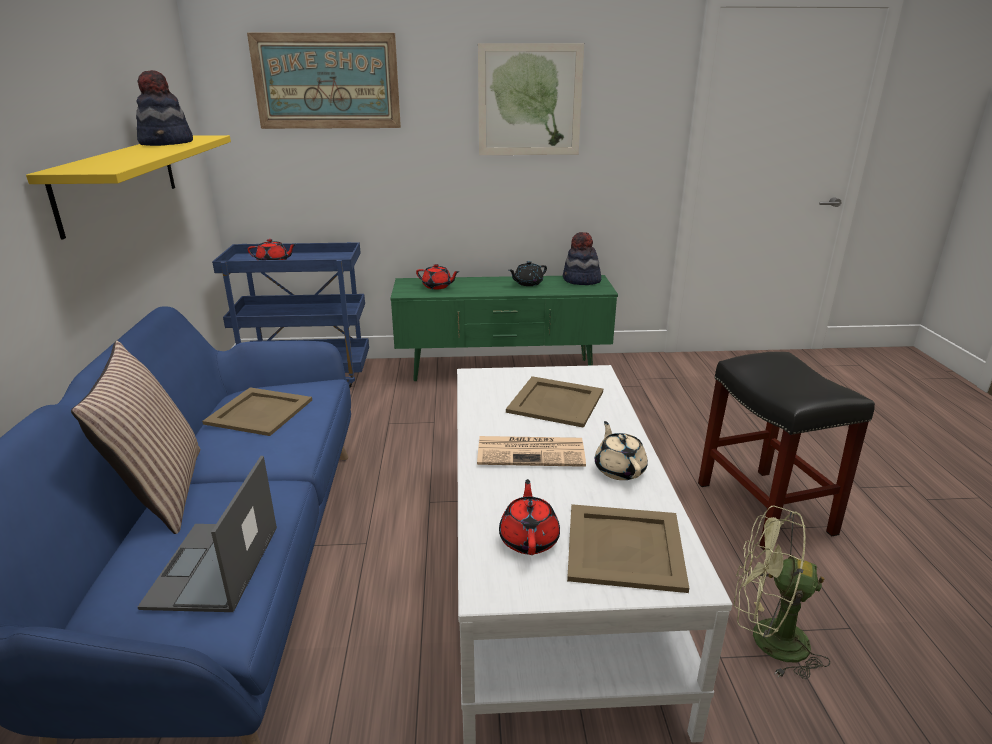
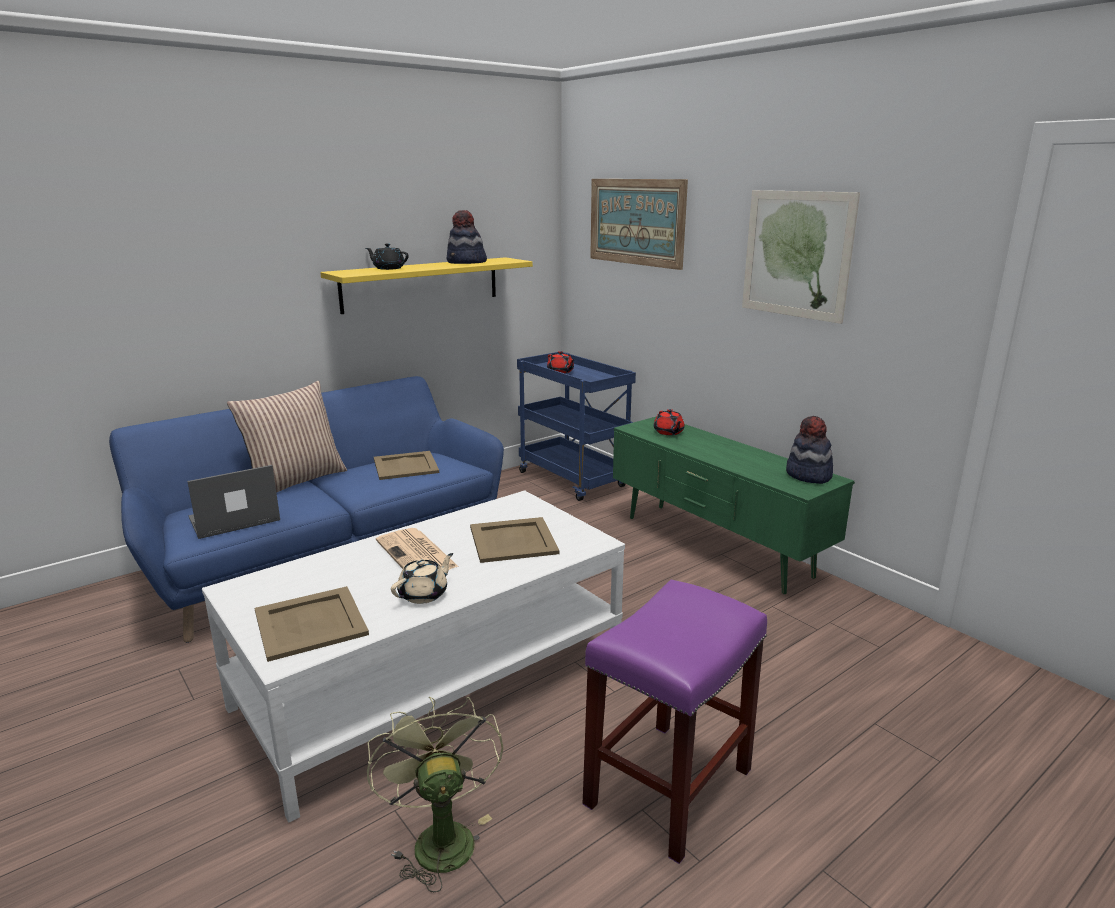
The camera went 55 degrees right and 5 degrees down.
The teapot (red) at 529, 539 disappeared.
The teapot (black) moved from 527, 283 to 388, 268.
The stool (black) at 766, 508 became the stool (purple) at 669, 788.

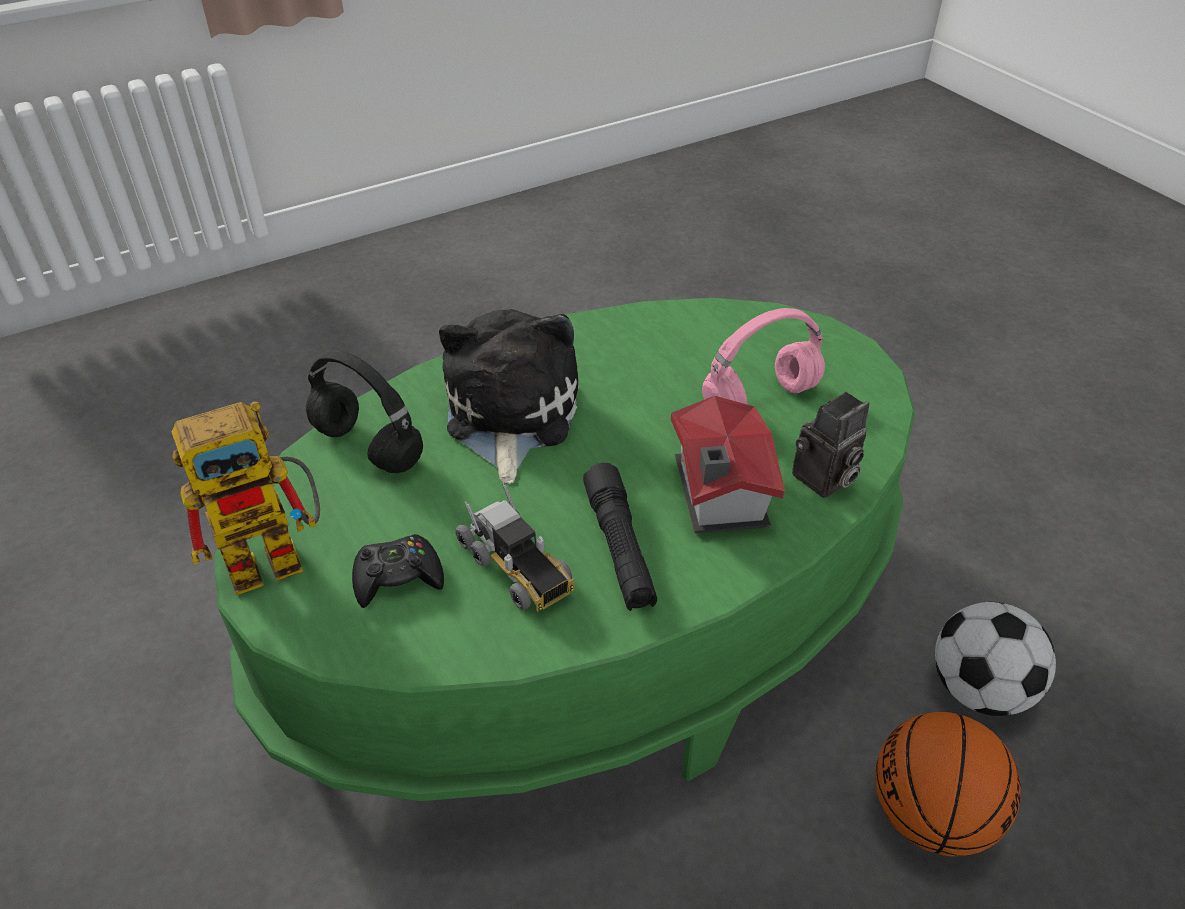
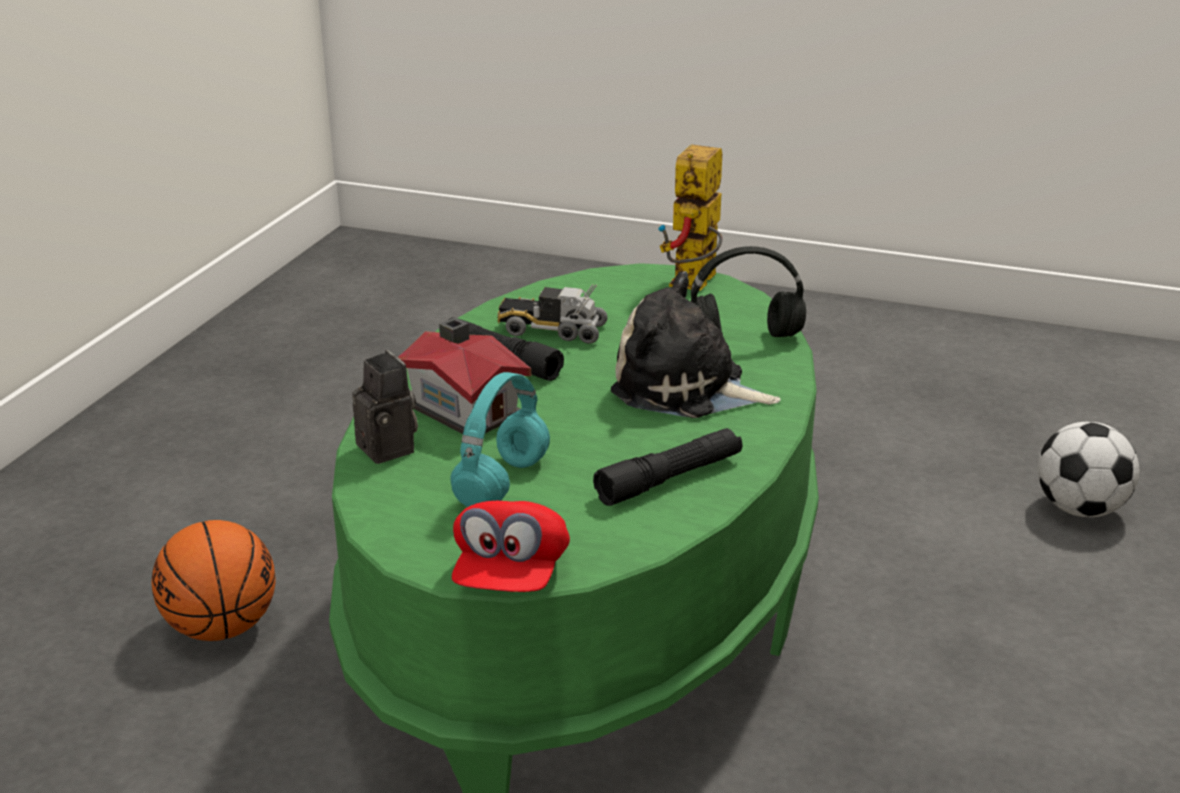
The camera went 140 degrees right and 15 degrees down.
The game controller (black) at 398, 577 disappeared.
The plush toy at 509, 415 turned 150 degrees clockwise.
The headphones (pink) at 761, 397 became the headphones (turquoise) at 502, 485.
The photo camera at 823, 480 turned 135 degrees clockwise.
The football moved from 979, 689 to 1079, 509.
The cap (red) at 511, 576 appeared.
The flashlight (black) at 669, 479 appeared.

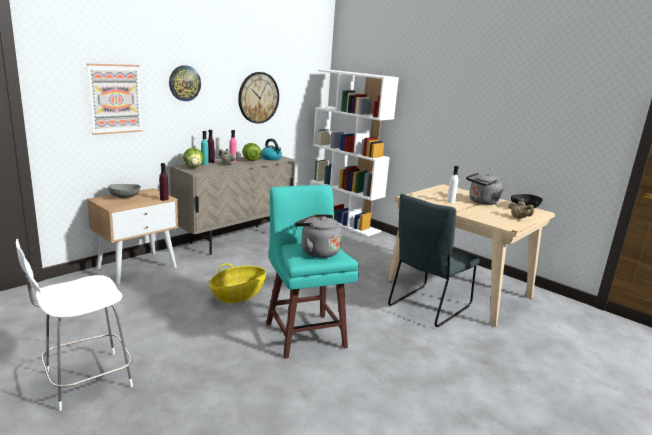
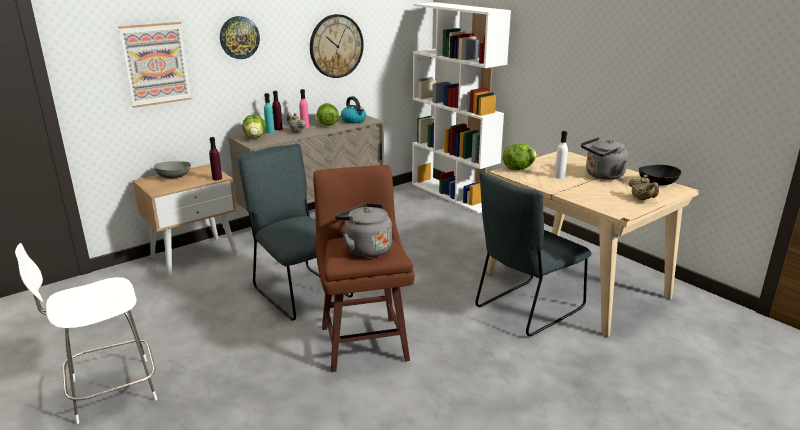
The camera went 10 degrees right and 5 degrees up.
The basket at 238, 295 was replaced by the chair (grey) at 299, 291.
The stool (turquoise) at 305, 333 became the stool (brown) at 364, 341.
The lettuce at 518, 169 appeared.

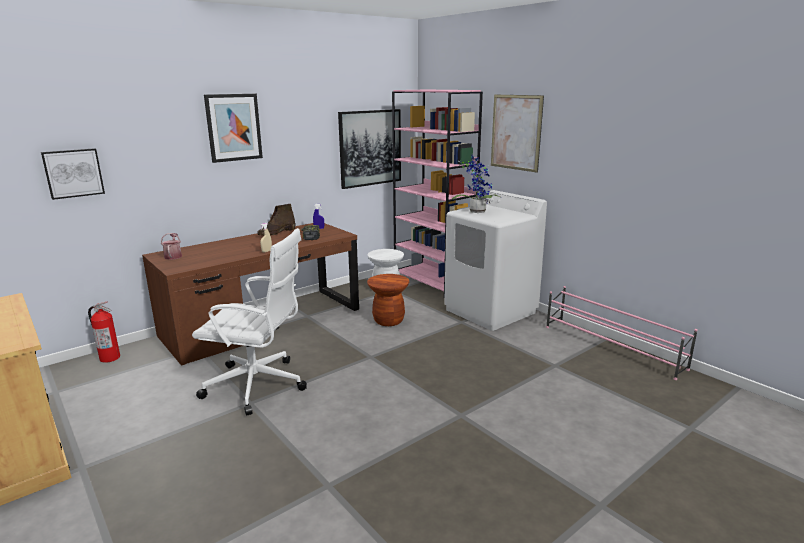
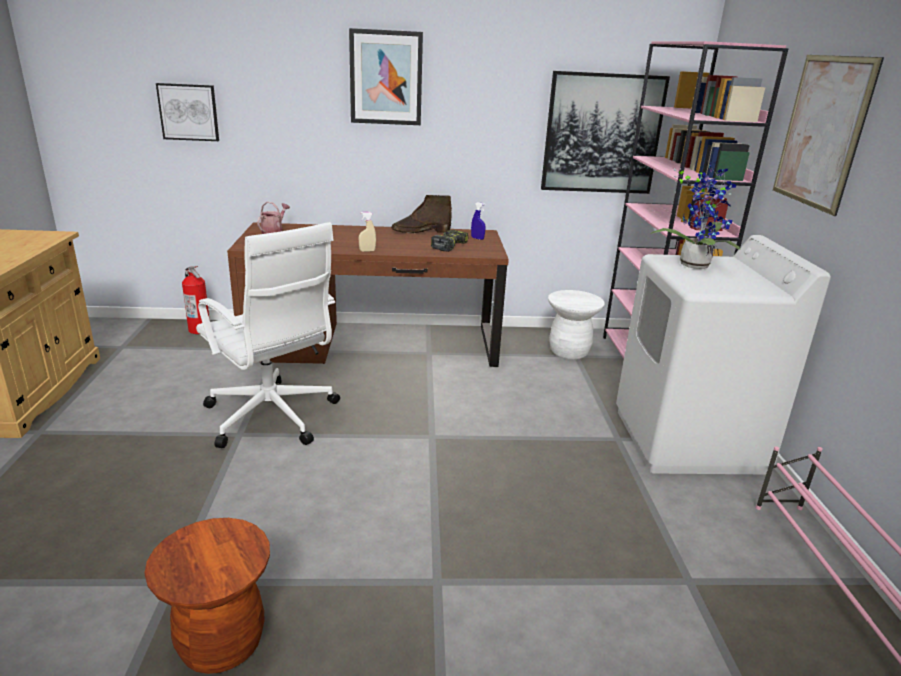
The camera went 35 degrees right and 5 degrees up.
The stool (brown) moved from 388, 320 to 222, 643.

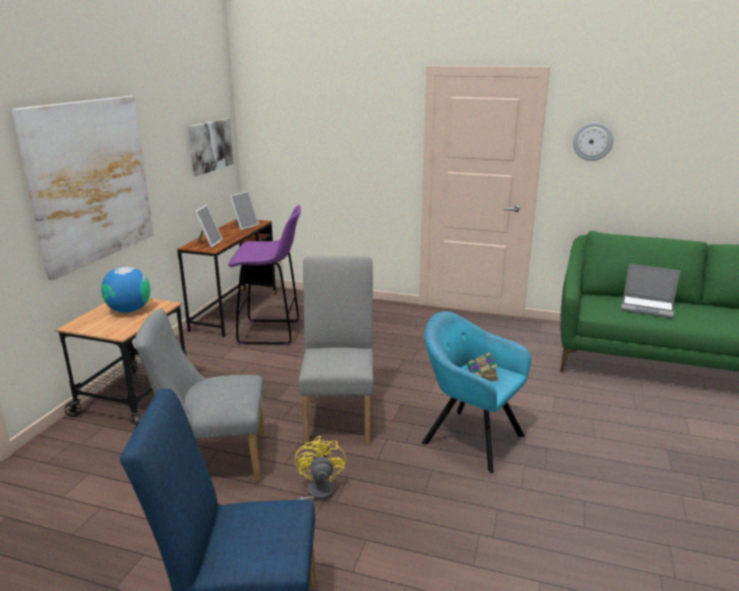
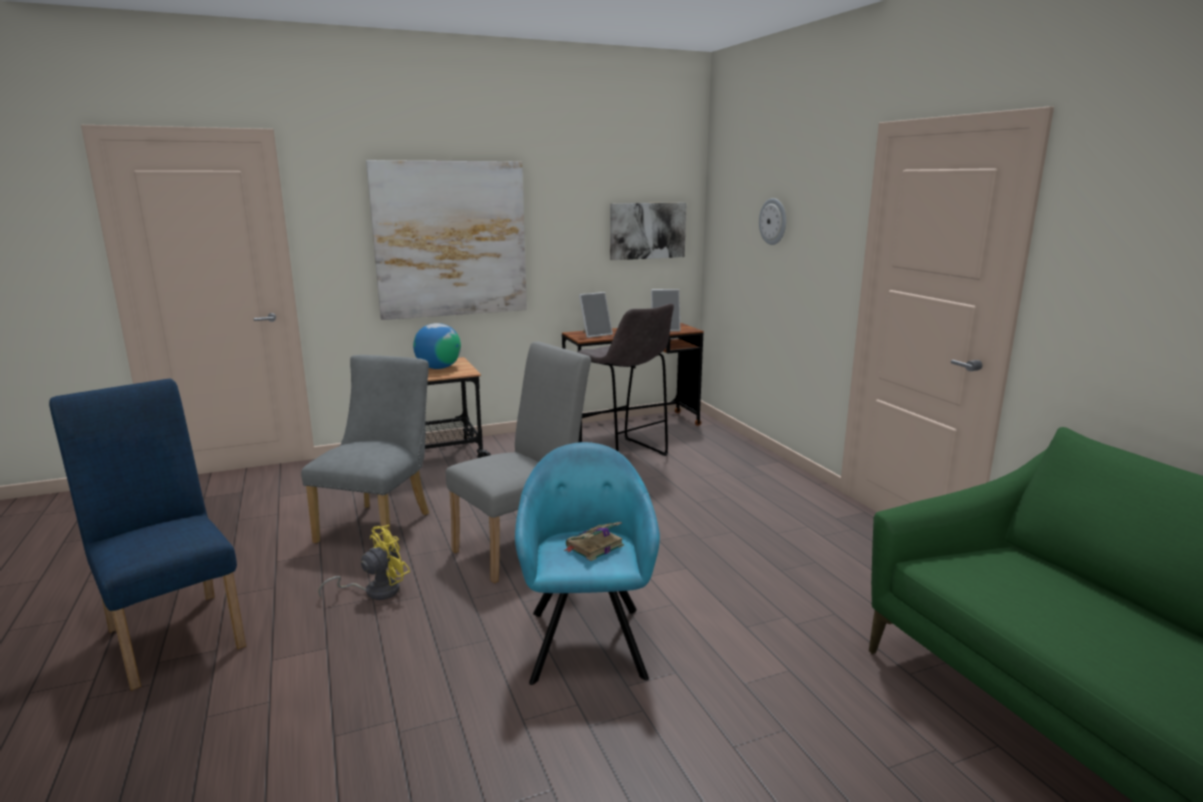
The camera went 50 degrees right and 5 degrees down.
The chair (grey) at 213, 460 turned 60 degrees clockwise.
The stool (purple) at 271, 332 became the stool (grey) at 623, 455.
The wall clock moved from 593, 141 to 773, 221.
The laptop at 647, 308 disappeared.

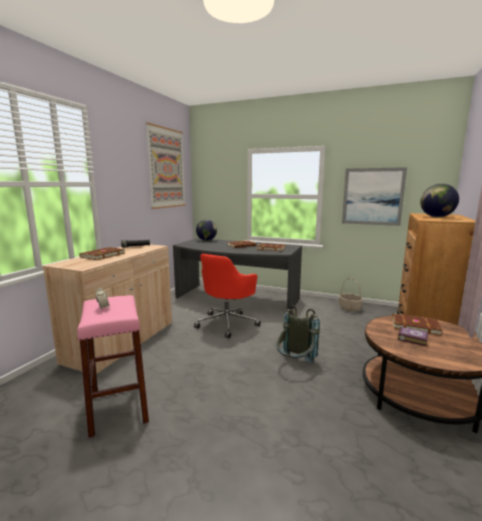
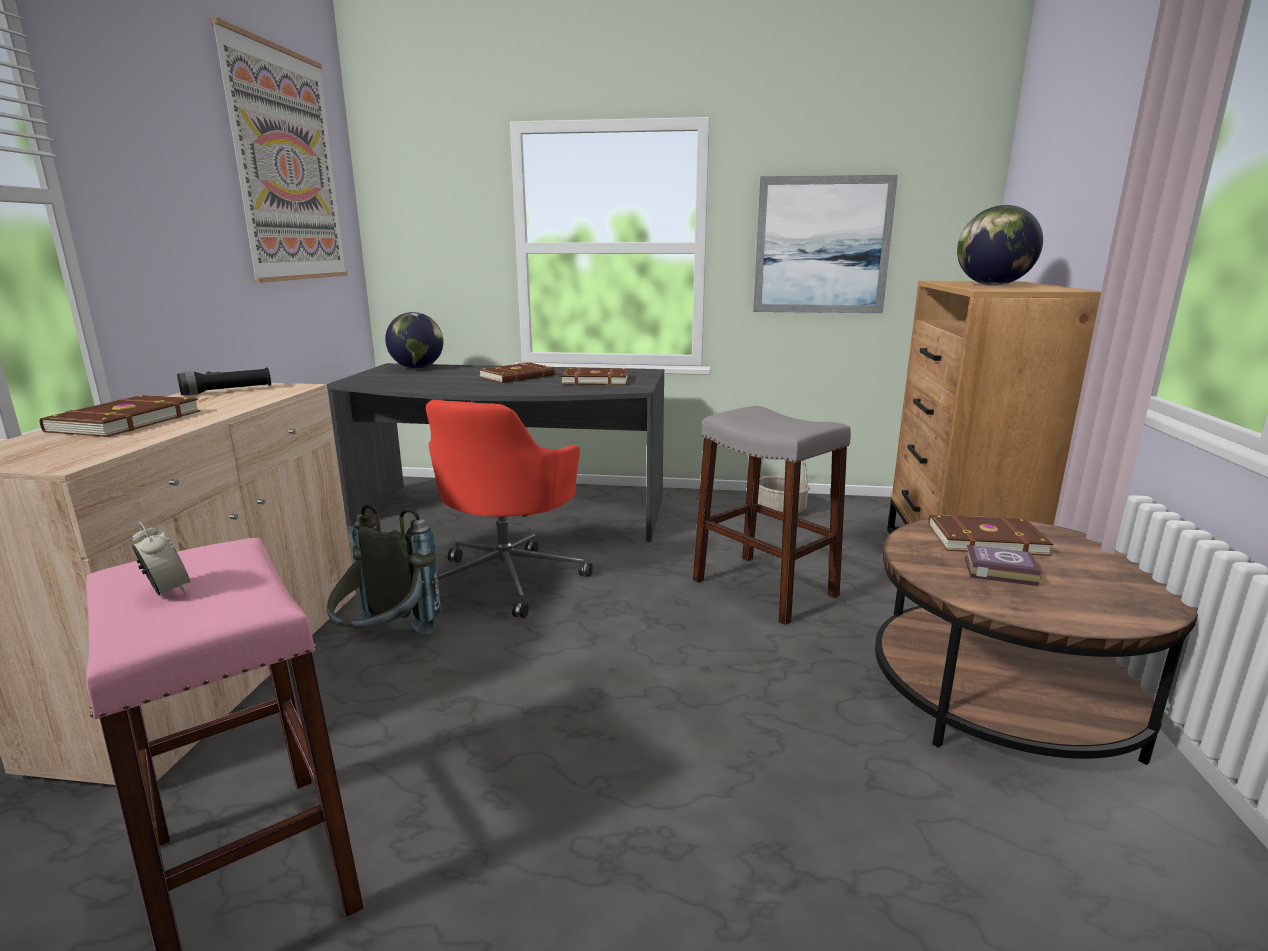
The camera went 15 degrees left and 5 degrees up.
The backpack (grey) moved from 295, 365 to 385, 643.
The stool (grey) at 764, 588 appeared.

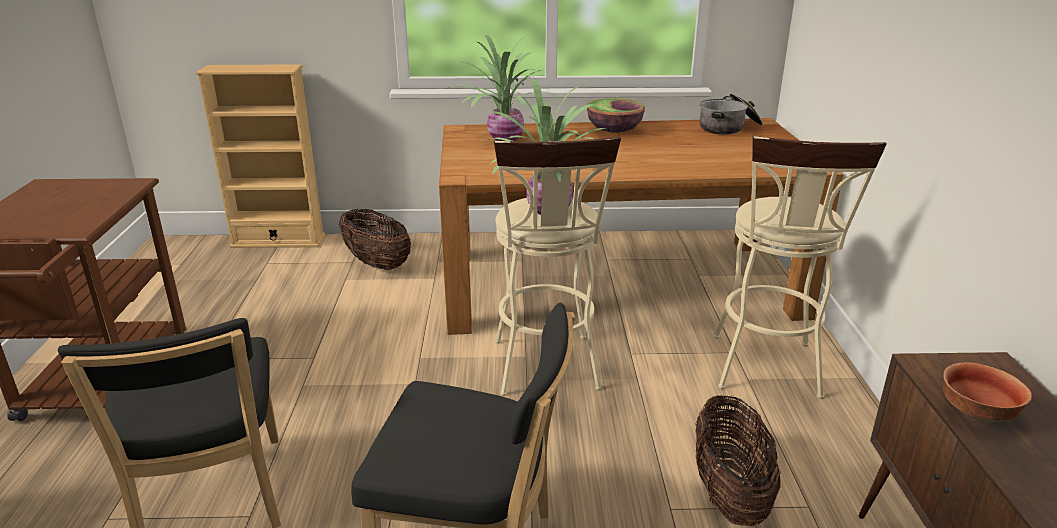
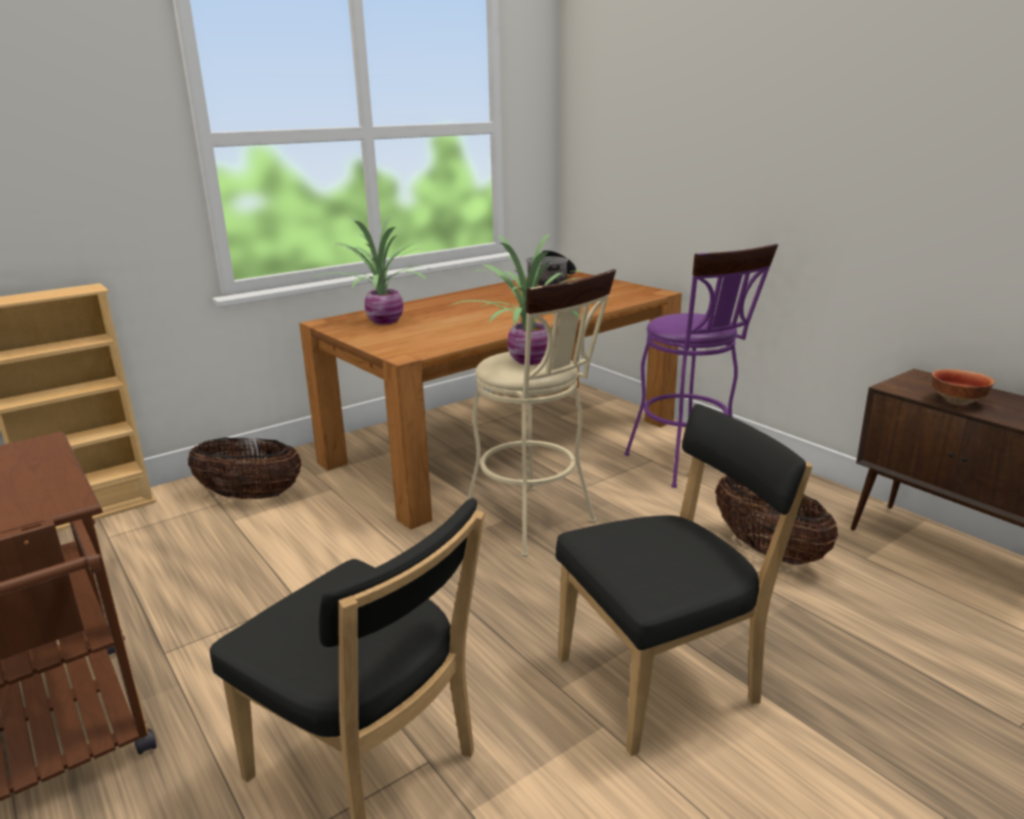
The camera went 35 degrees left and 5 degrees down.
The bowl at 614, 130 disappeared.
The stool (beige) at 766, 372 became the stool (purple) at 688, 465.

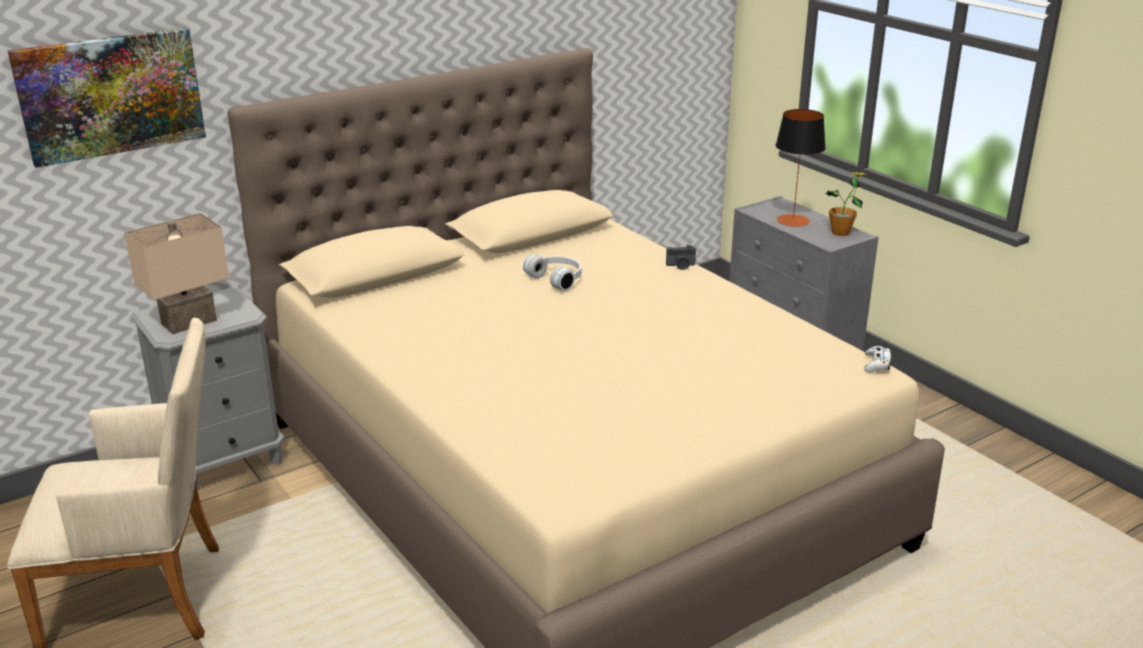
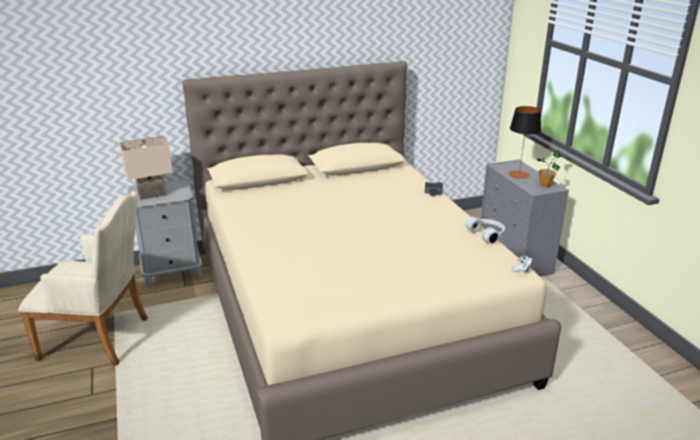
The camera went 15 degrees right and 0 degrees up.
The picture at 111, 95 disappeared.
The headphones (white) moved from 557, 279 to 487, 234.

